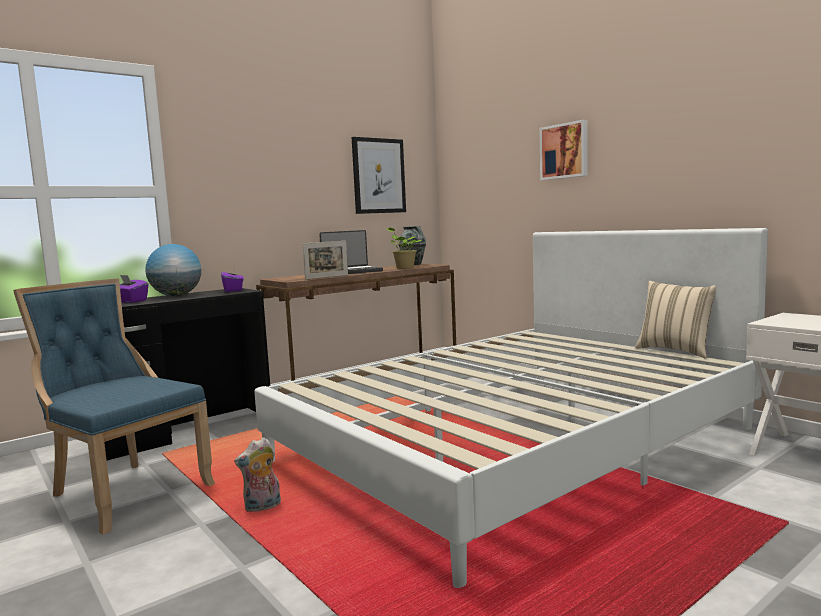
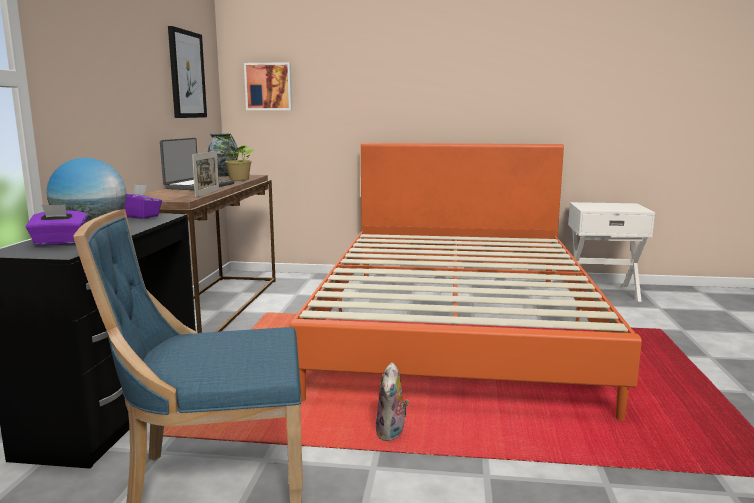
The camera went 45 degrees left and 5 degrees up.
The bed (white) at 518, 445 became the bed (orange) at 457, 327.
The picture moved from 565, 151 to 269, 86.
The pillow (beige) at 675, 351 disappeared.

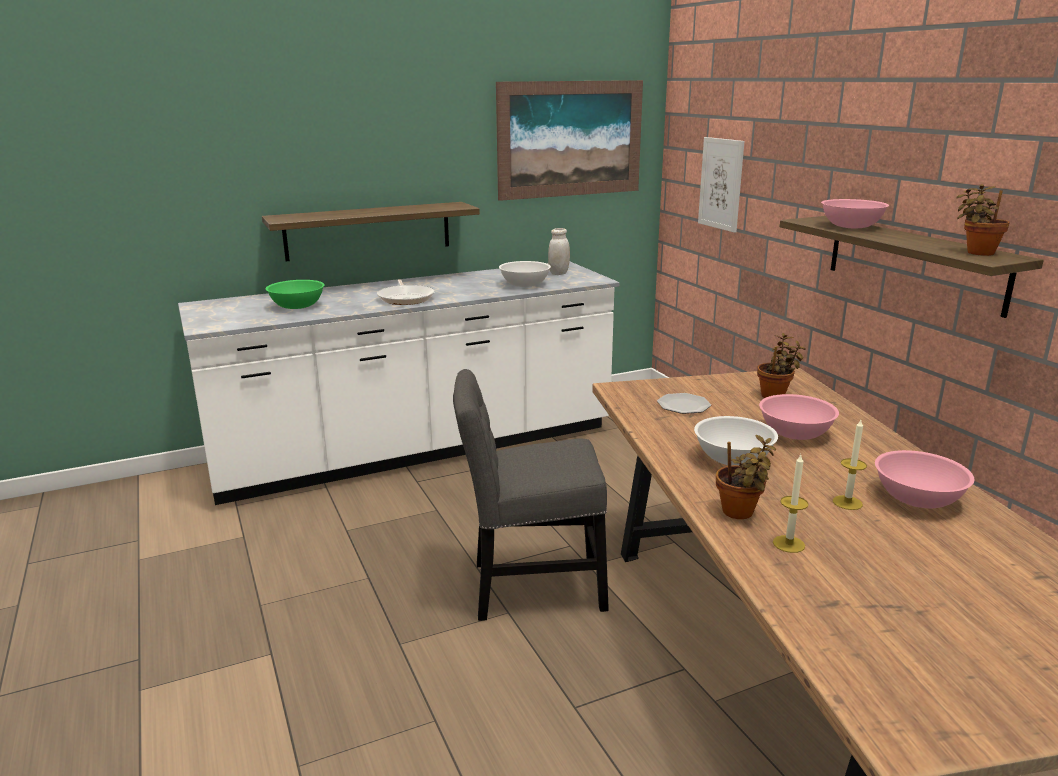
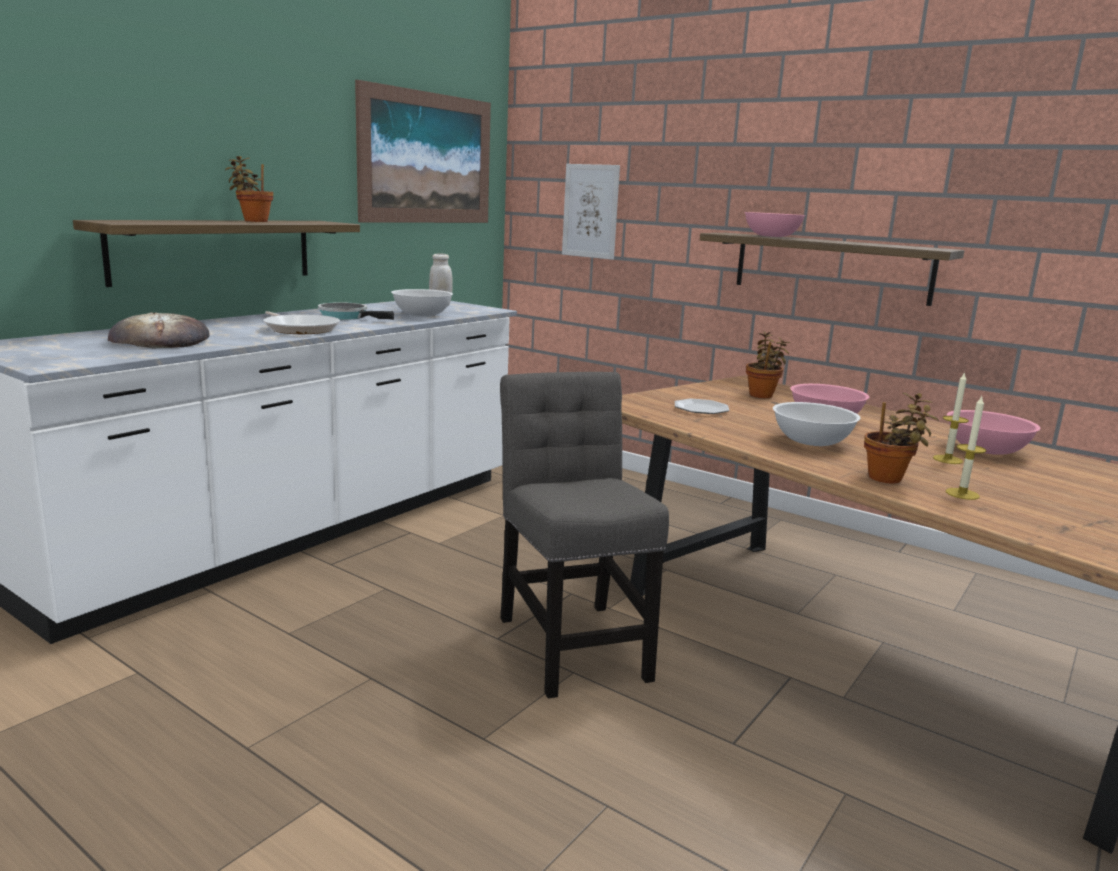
The camera went 30 degrees left and 5 degrees down.
The bowl (green) at 297, 306 was replaced by the bread at 160, 340.
The chair (grey) at 530, 587 turned 105 degrees clockwise.
The potted plant moved from 977, 252 to 253, 221.
The frying pan at 347, 317 appeared.

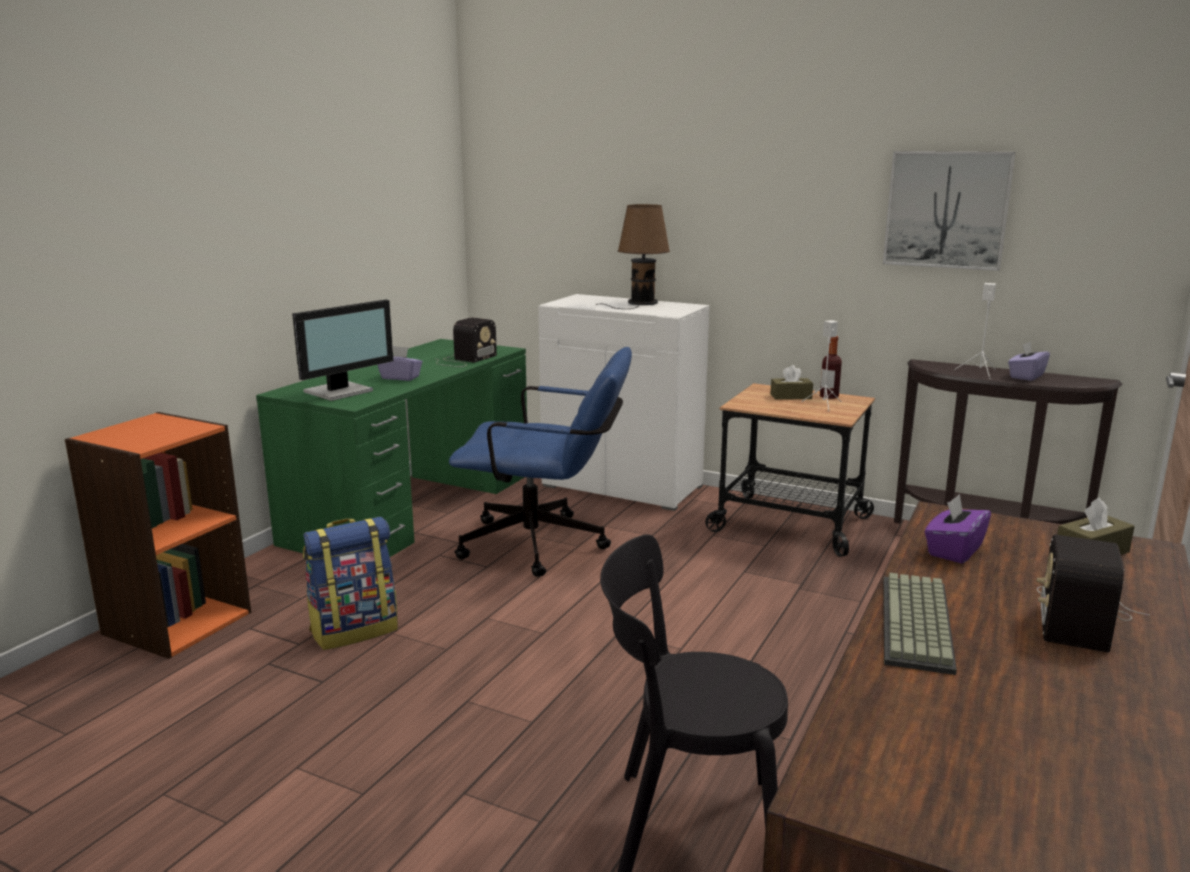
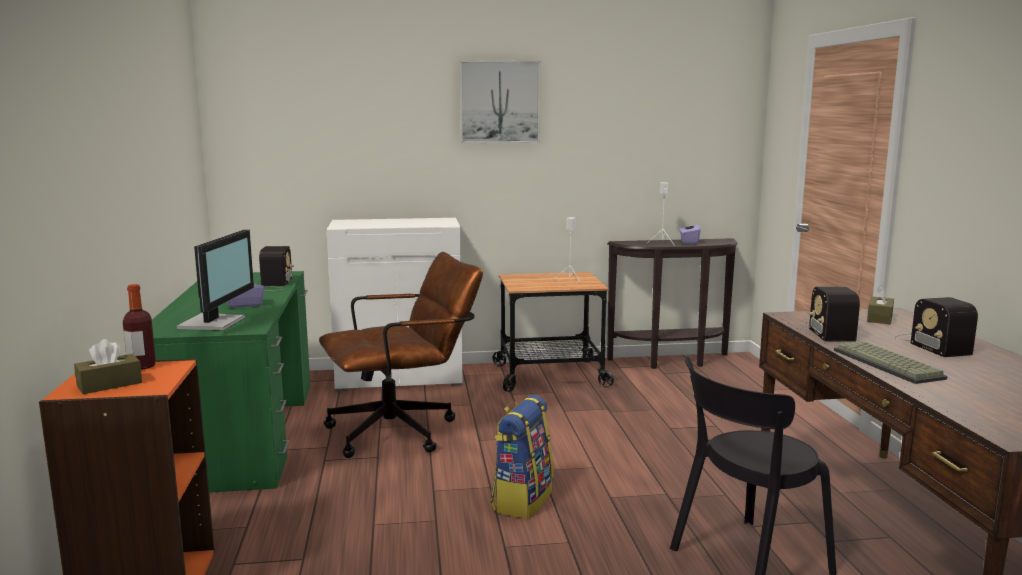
The camera went 35 degrees left and 5 degrees down.
The backpack moved from 354, 630 to 521, 500.
The office chair (blue) at 546, 546 became the office chair (brown) at 403, 431.
The table lamp (brown) at 640, 303 disappeared.
The tissue box (brown) moved from 791, 396 to 109, 384.
The bottle moved from 829, 396 to 142, 366.
The picture moved from 946, 210 to 499, 102.
The tissue box (purple) at 954, 550 was replaced by the radio at 829, 330.

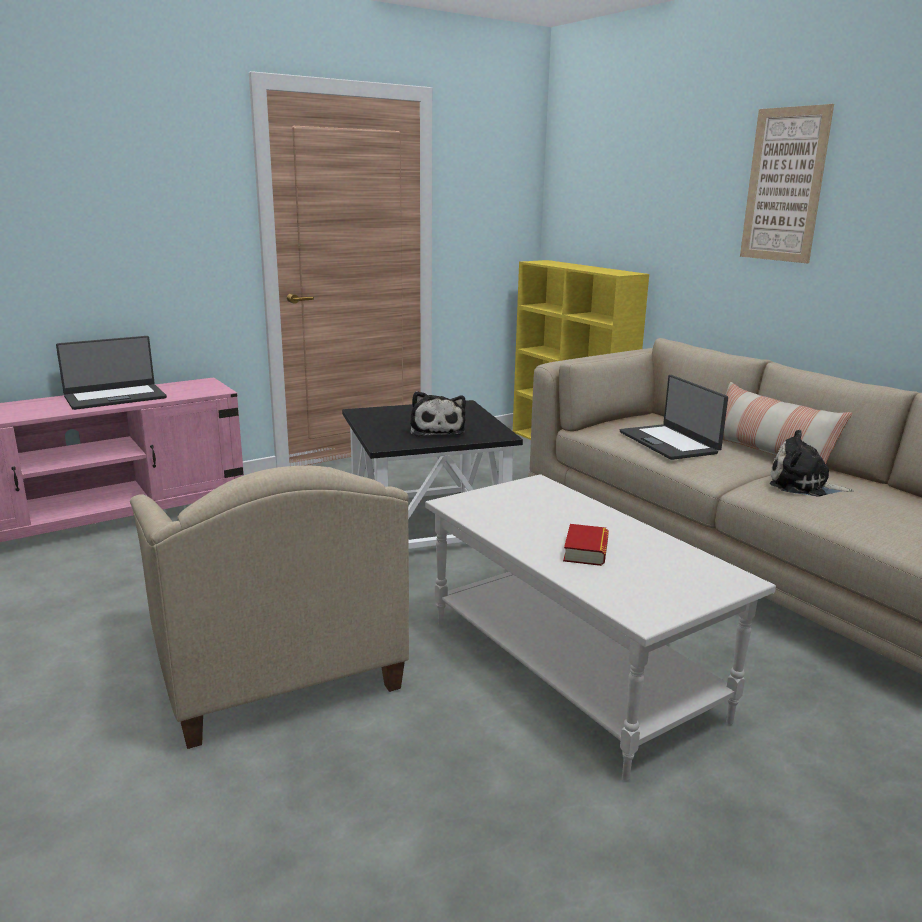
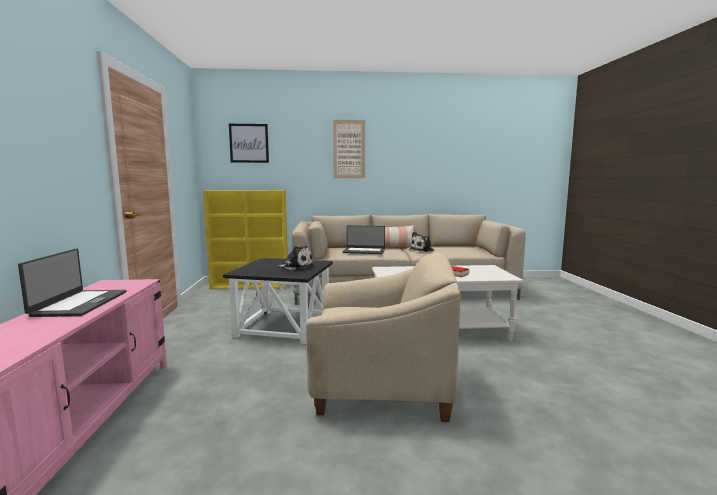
The camera went 60 degrees left and 10 degrees down.
The picture at 249, 143 appeared.

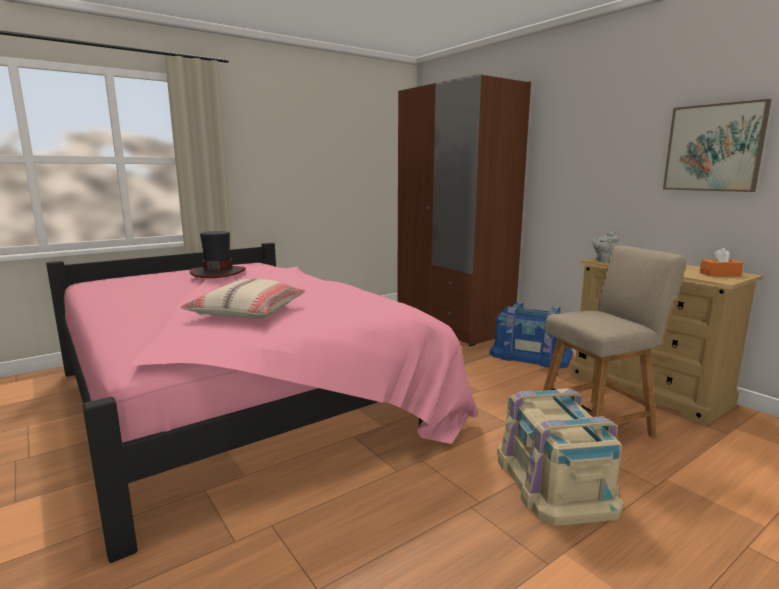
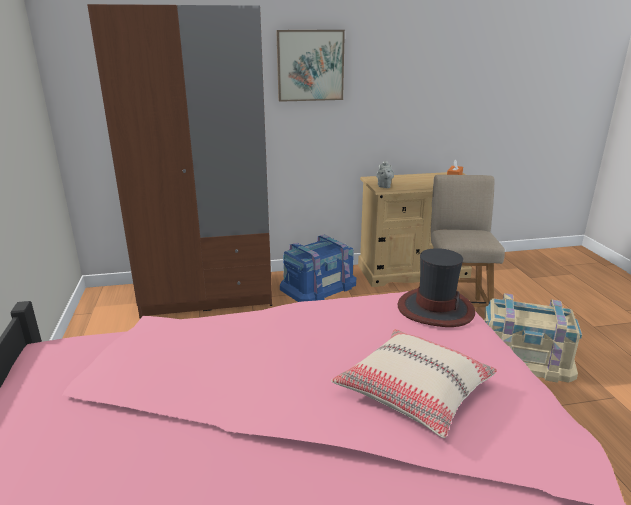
The camera went 65 degrees left and 10 degrees up.
The hat moved from 218, 272 to 435, 308.
The picture moved from 714, 148 to 310, 65.

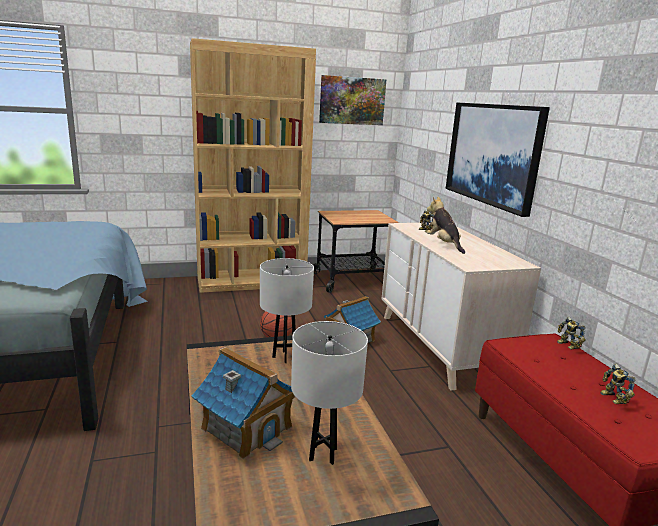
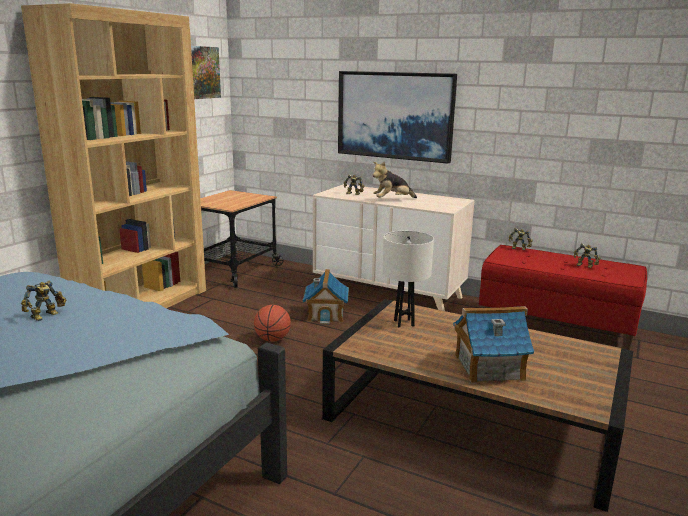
The camera went 45 degrees left and 0 degrees up.
The table lamp (white) at 322, 454 disappeared.
The plush toy at 444, 244 turned 45 degrees counterclockwise.
The toy robot at 46, 316 appeared.

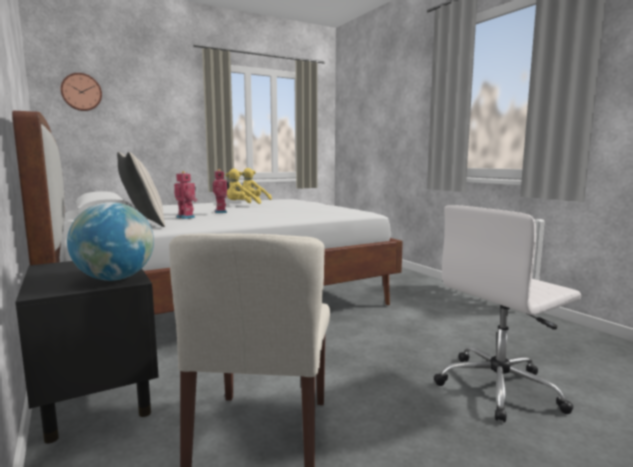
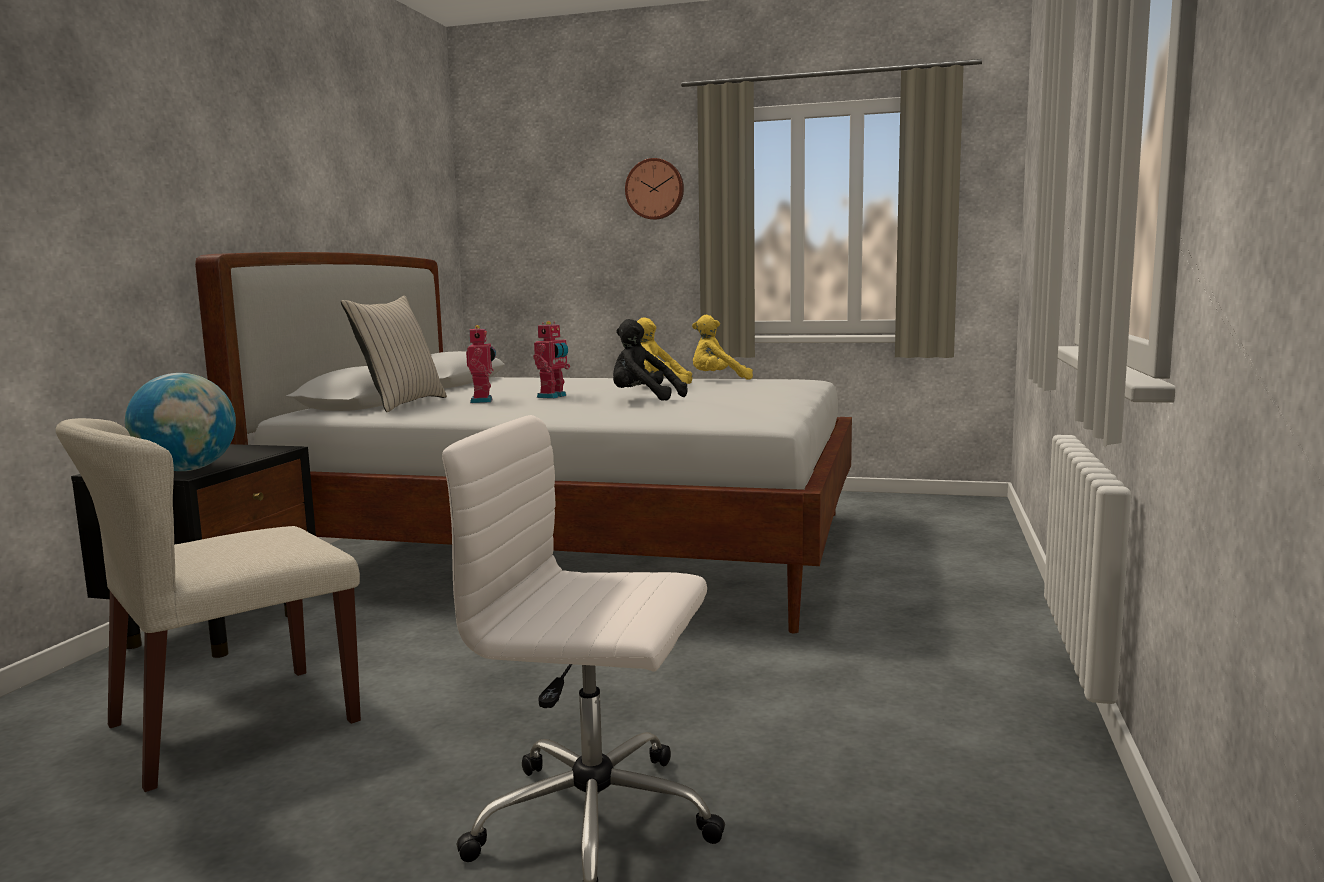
The camera went 45 degrees right and 0 degrees up.
The wall clock moved from 81, 92 to 655, 189.
The plush toy (black) at 643, 399 appeared.

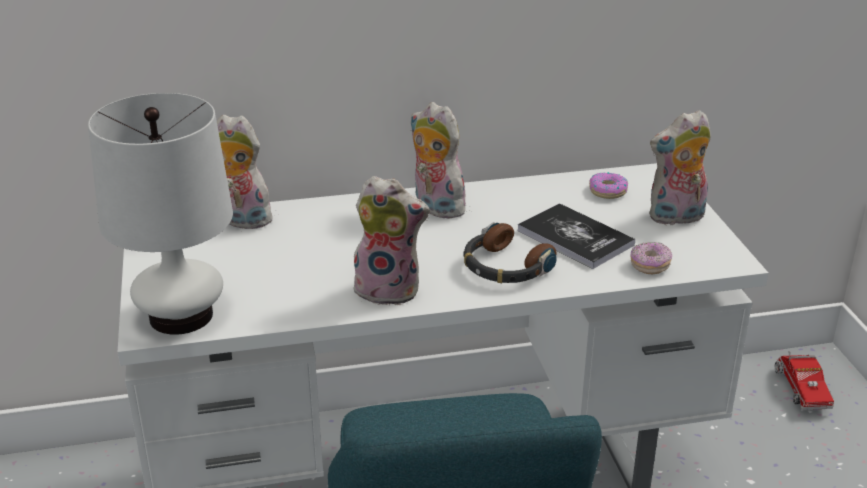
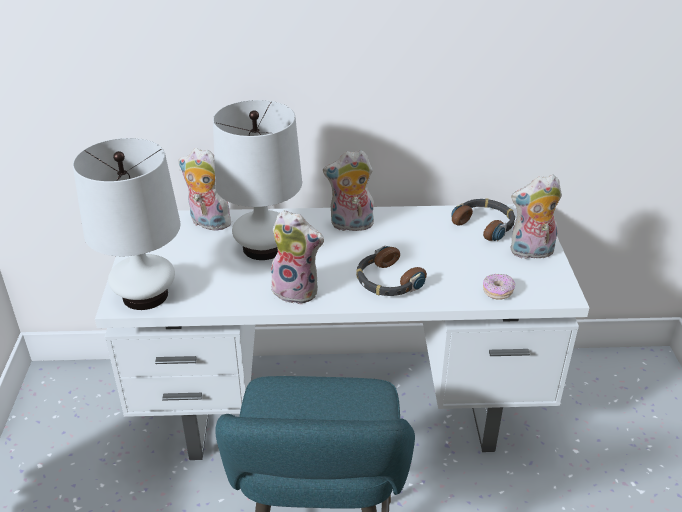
The camera went 10 degrees right and 5 degrees up.
The plush toy at 435, 207 turned 60 degrees counterclockwise.
The book at 575, 238 disappeared.
The donut at 607, 191 was replaced by the headphones at 484, 224.
The toy truck at 800, 388 disappeared.
The table lamp (white) at 263, 248 appeared.

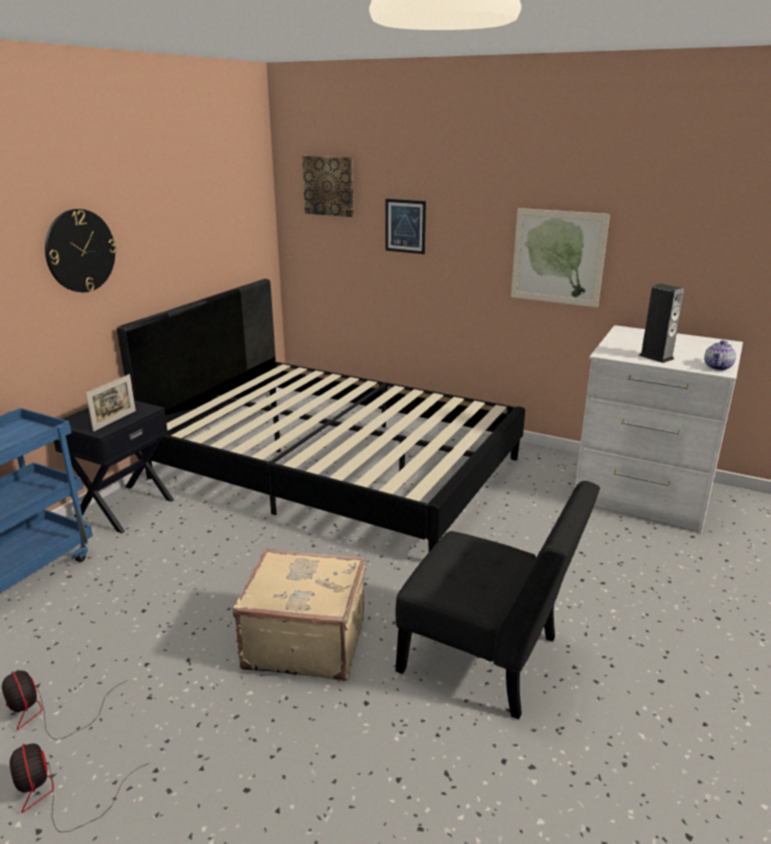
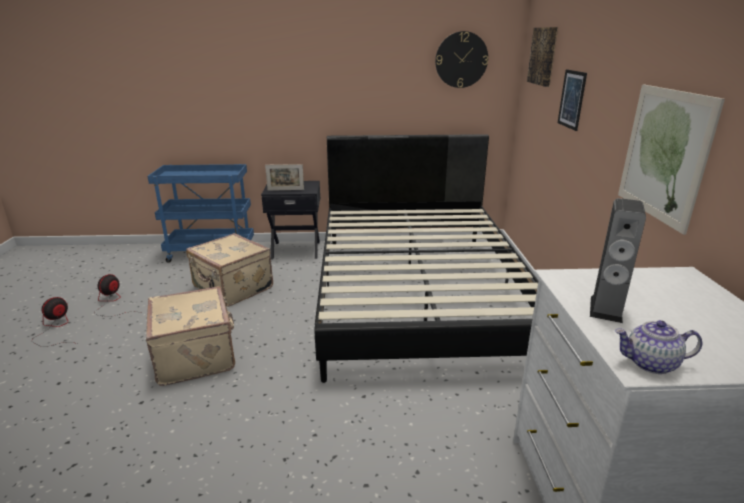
The camera went 60 degrees right and 0 degrees up.
The wall clock moved from 80, 251 to 461, 60.
The chair (black) at 487, 659 disappeared.
The suitcase (beige) at 232, 288 appeared.

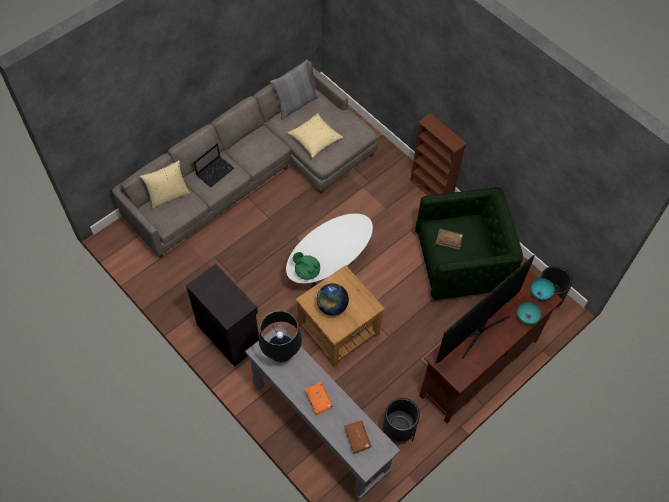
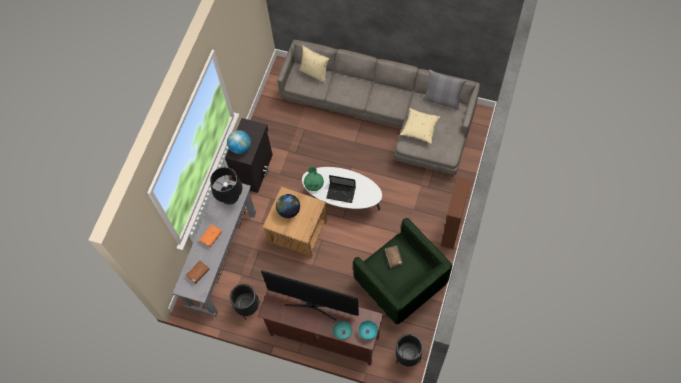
The camera went 65 degrees right and 5 degrees up.
The laptop moved from 215, 171 to 341, 193.
The globe at 240, 147 appeared.

